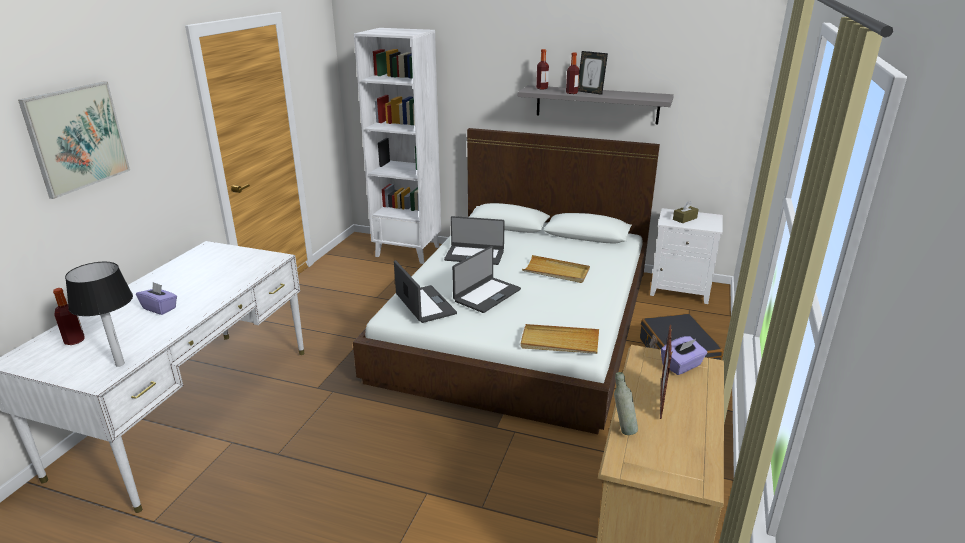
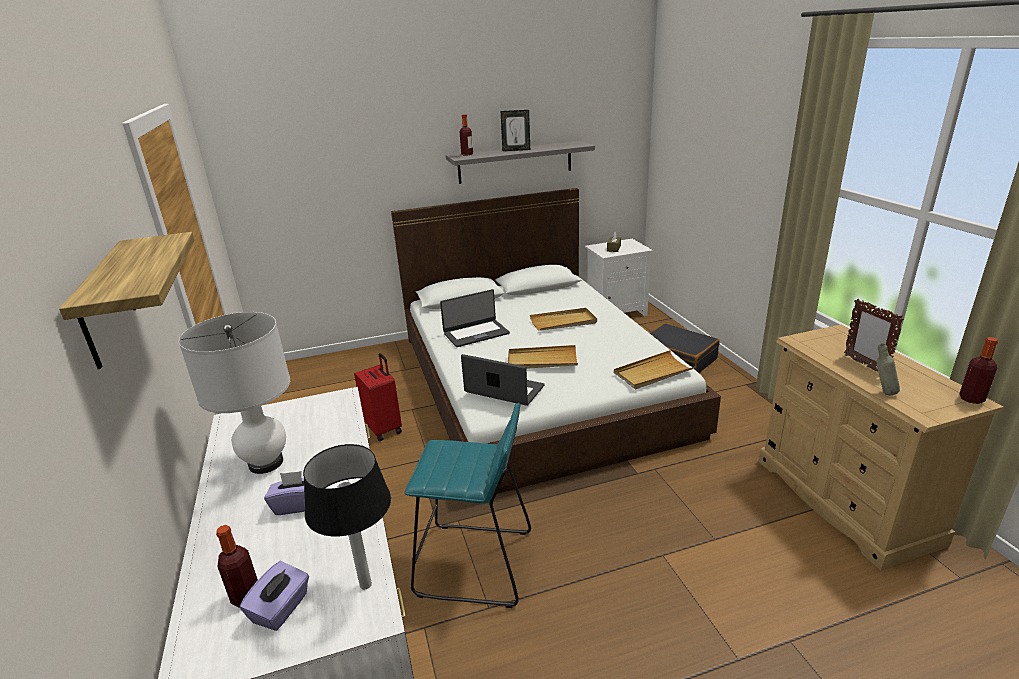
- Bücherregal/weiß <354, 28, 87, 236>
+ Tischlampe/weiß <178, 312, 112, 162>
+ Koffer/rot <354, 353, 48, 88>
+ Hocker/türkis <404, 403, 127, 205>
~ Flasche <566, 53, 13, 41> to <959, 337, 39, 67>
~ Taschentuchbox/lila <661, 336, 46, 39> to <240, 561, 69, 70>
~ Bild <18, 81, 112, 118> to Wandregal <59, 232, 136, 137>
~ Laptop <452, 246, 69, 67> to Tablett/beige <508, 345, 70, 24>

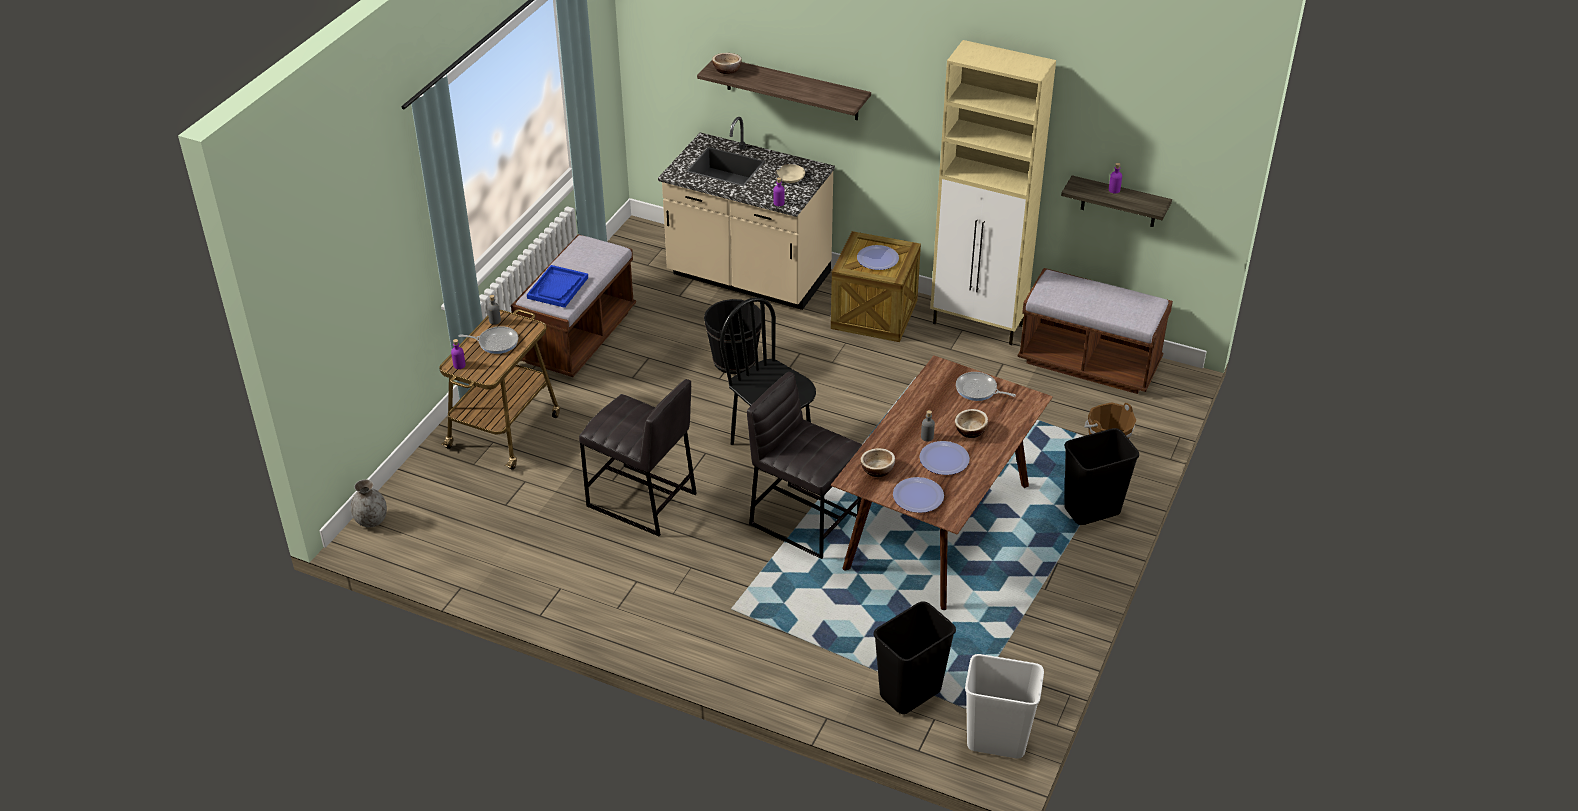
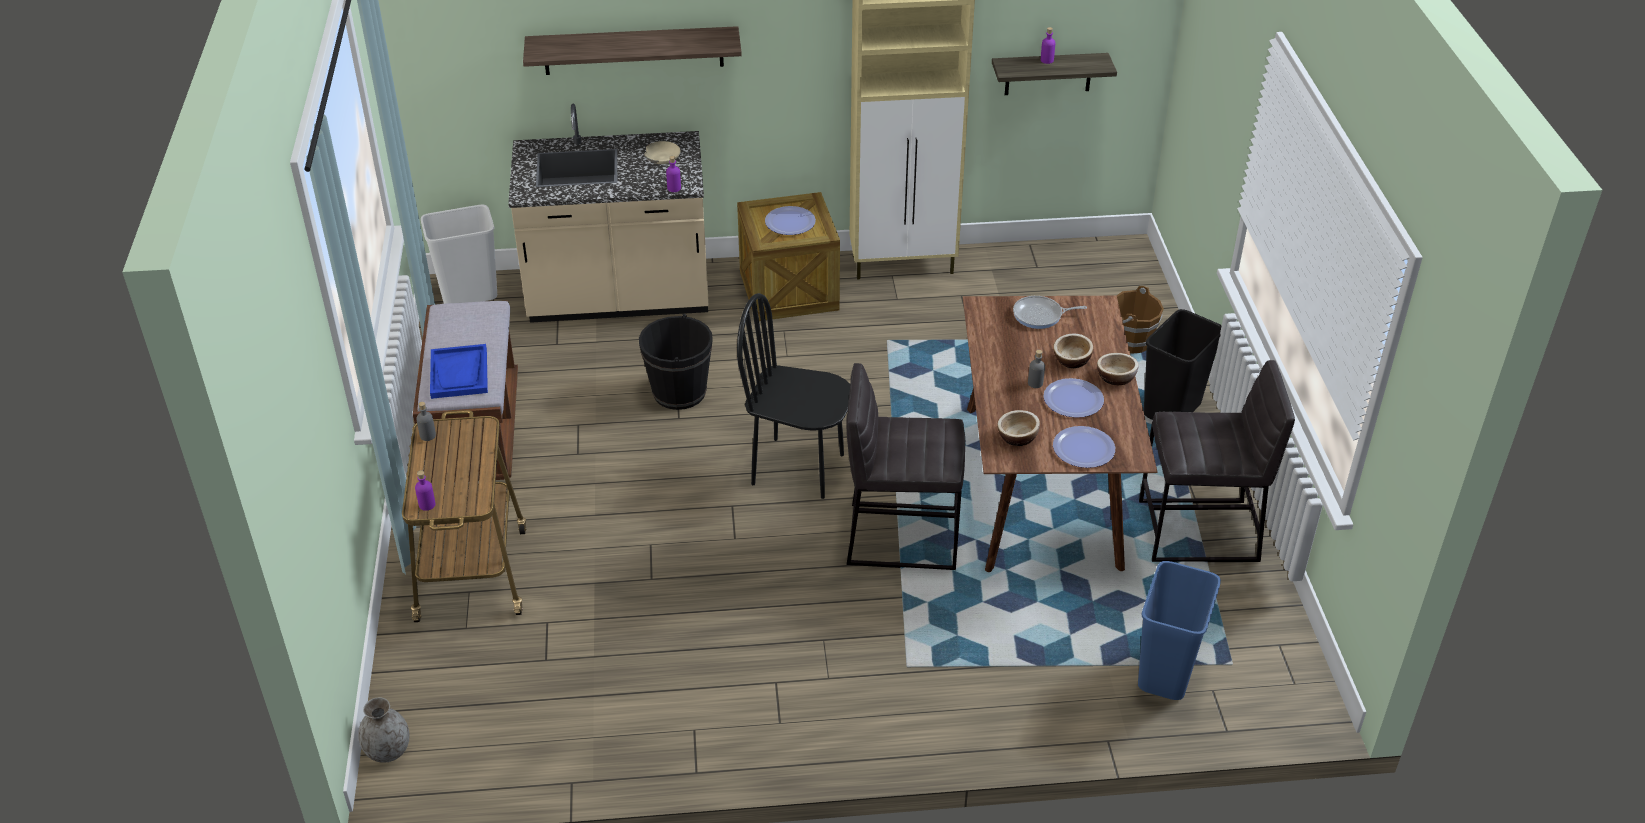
- Pfanne <459, 326, 60, 28>
- Bank/braun <1017, 268, 156, 126>
~ Hocker/grau <579, 379, 118, 157> to <1139, 360, 156, 202>
~ Schüssel <712, 53, 30, 21> to <1097, 353, 42, 32>
~ Mülleimer/weiß <965, 654, 79, 104> to <421, 205, 76, 99>
~ Mülleimer/schwarz <874, 601, 82, 113> to Mülleimer/blau <1138, 561, 83, 139>

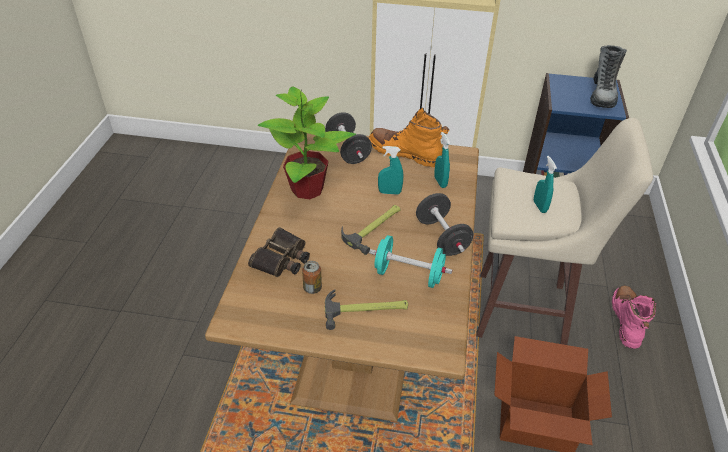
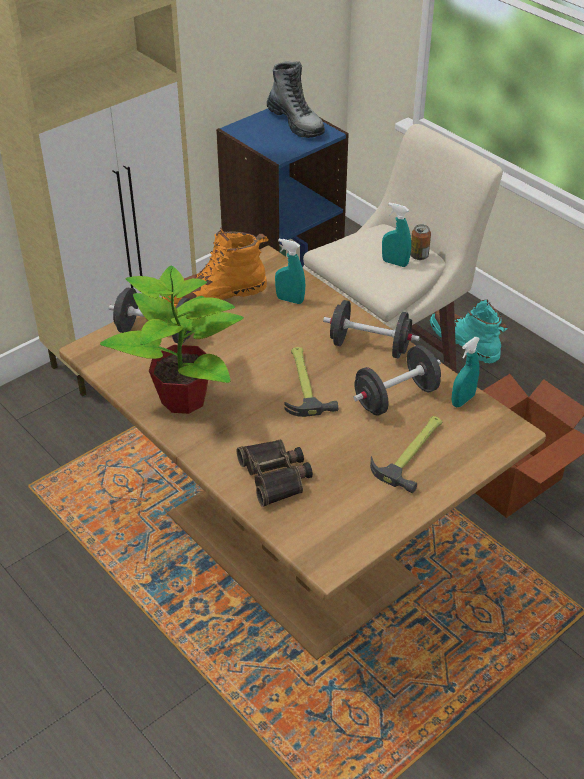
~ Dose <302, 261, 20, 33> to <410, 224, 21, 36>
~ Sprühflasche/türkis <378, 146, 25, 49> to <452, 337, 28, 70>
~ Hantel/türkis <369, 235, 83, 53> to Hantel/schwarz <354, 345, 87, 71>
~ Stiefel/rosa <612, 285, 44, 64> to Stiefel/türkis <430, 299, 78, 64>

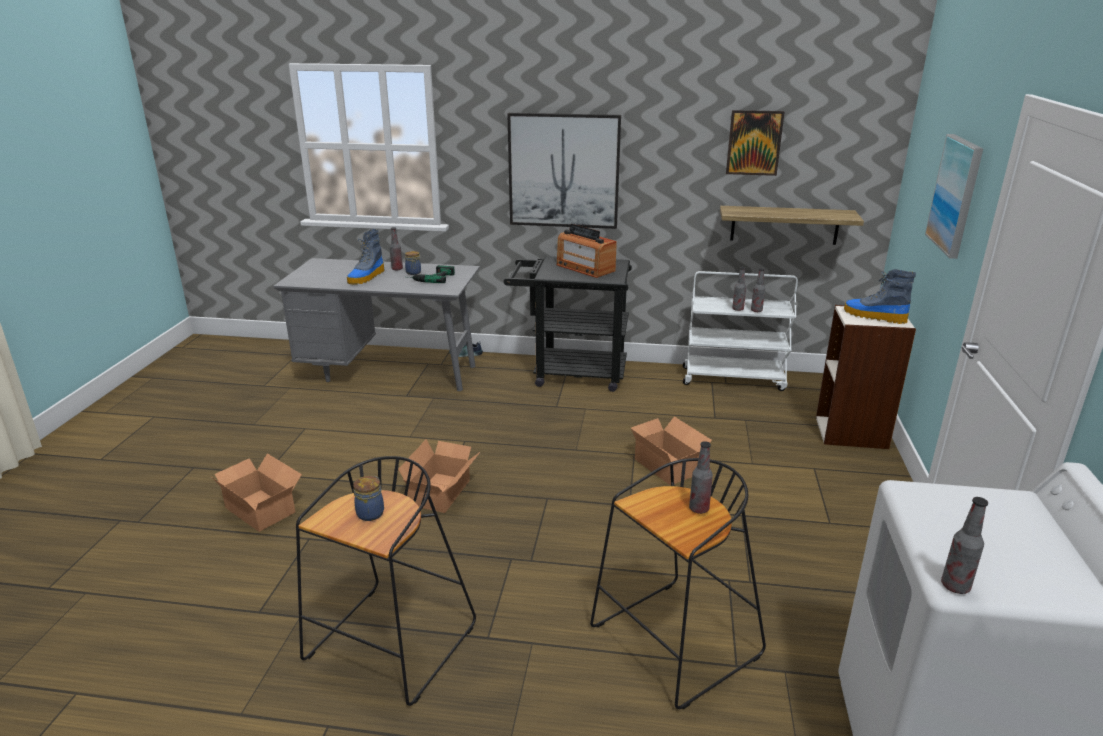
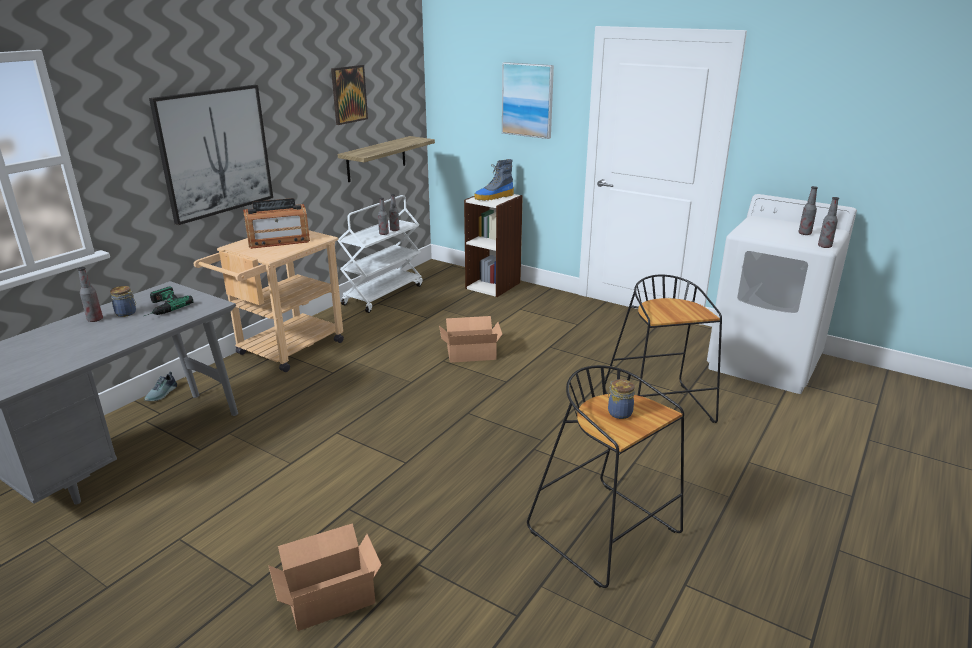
- Stiefel <347, 229, 37, 56>
- Karton <398, 439, 82, 74>
~ Flasche <689, 441, 24, 73> to <799, 186, 19, 49>
~ Rollwagen/schwarz <504, 256, 128, 136> to Rollwagen/beige <194, 230, 150, 142>

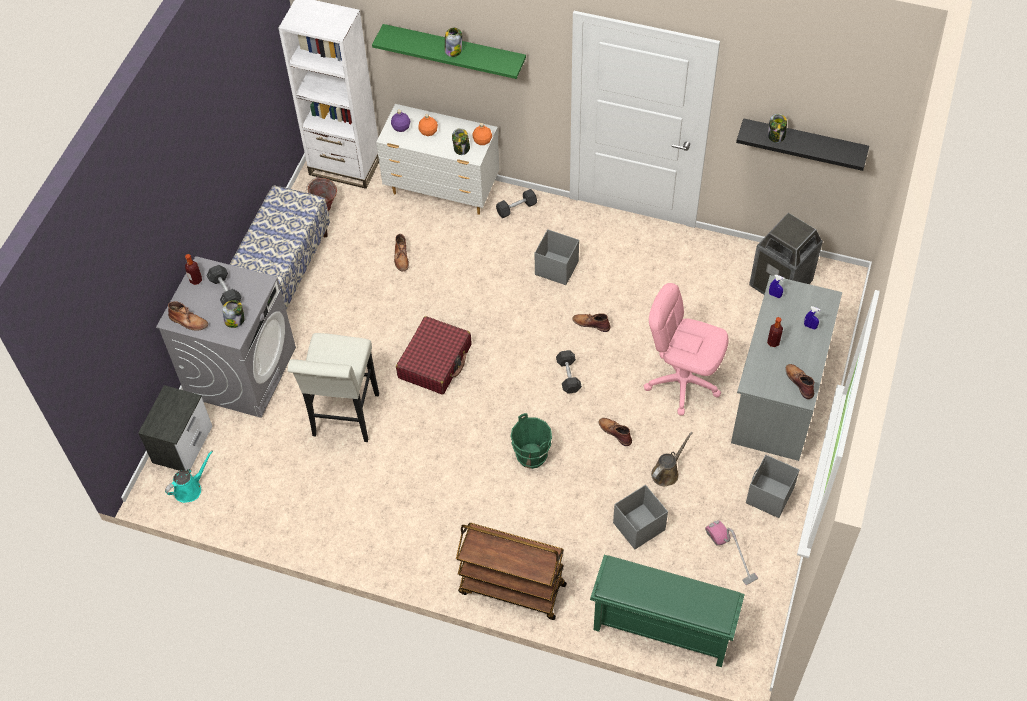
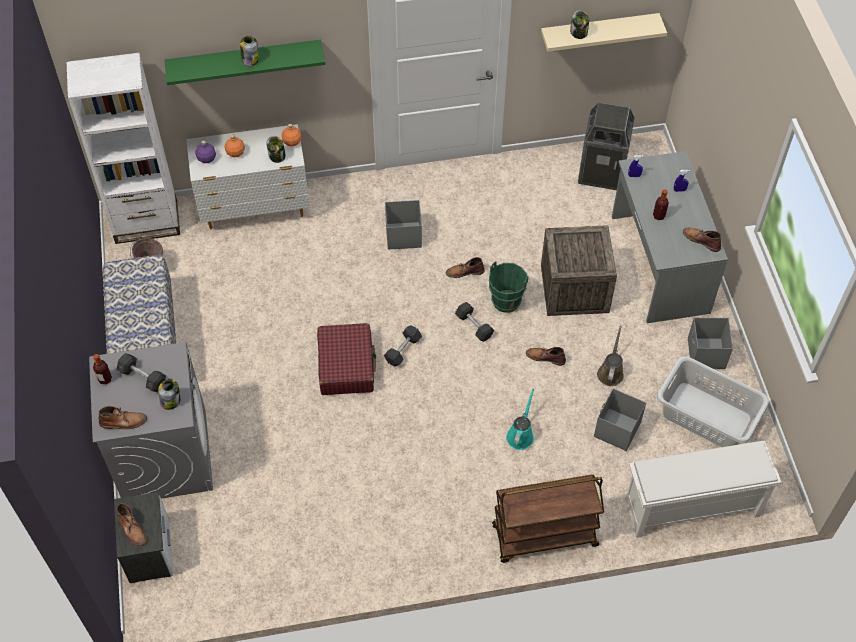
- Hocker/weiß <288, 333, 91, 109>
~ Gießkanne/türkis <165, 450, 48, 53> to <506, 388, 28, 62>
~ Stiefel/braun <394, 234, 15, 37> to <117, 503, 30, 43>
~ Hantel/grau <496, 189, 41, 29> to <384, 325, 38, 42>
~ Eimer/grün <511, 413, 41, 56> to <489, 261, 39, 52>
~ Bürostuhl/rosa <644, 283, 85, 132> to Kiste <541, 225, 76, 91>
~ Staubsauger <705, 520, 53, 65> to Wäschekorb/grau <656, 356, 113, 91>
~ Schuhregal/grün <590, 555, 155, 112> to Schuhregal/weiß <625, 441, 156, 97>
~ Wandregal/schwarz <736, 118, 133, 53> to Wandregal/beige <541, 13, 126, 39>

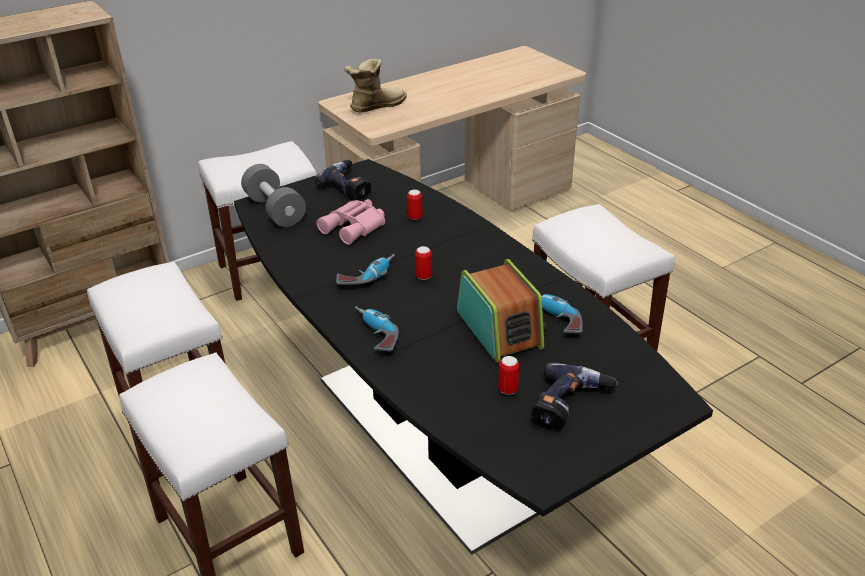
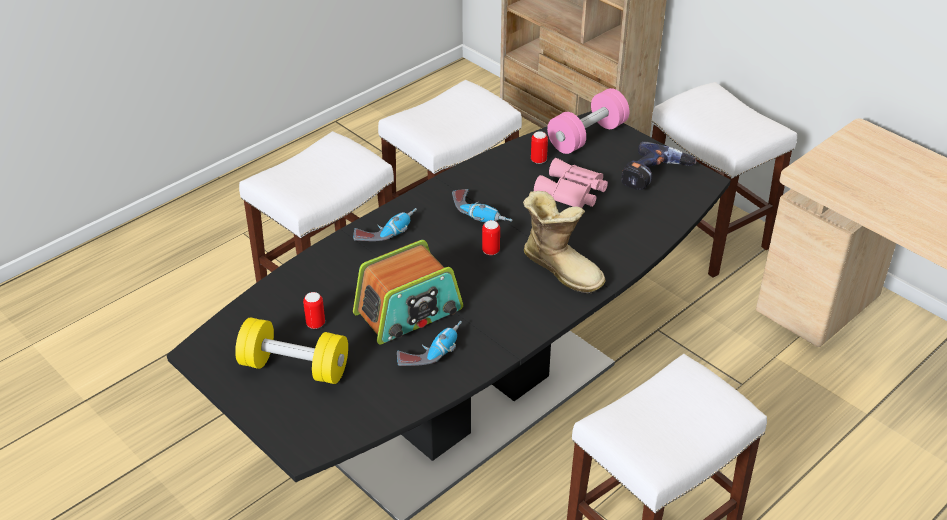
~ Stiefel <344, 59, 63, 53> to <523, 191, 83, 103>
~ Dose <407, 189, 16, 31> to <531, 131, 17, 33>
~ Bohrmaschine <531, 363, 87, 66> to Hantel/gelb <235, 317, 113, 67>
~ Hantel/grau <241, 164, 65, 63> to Hantel/rosa <547, 88, 83, 66>

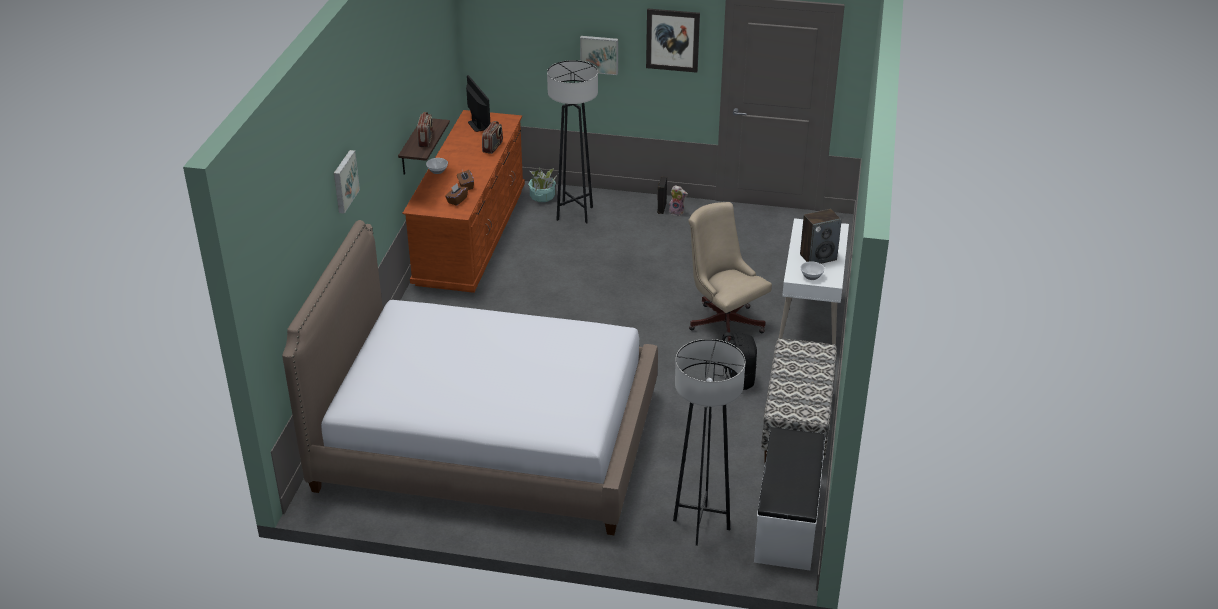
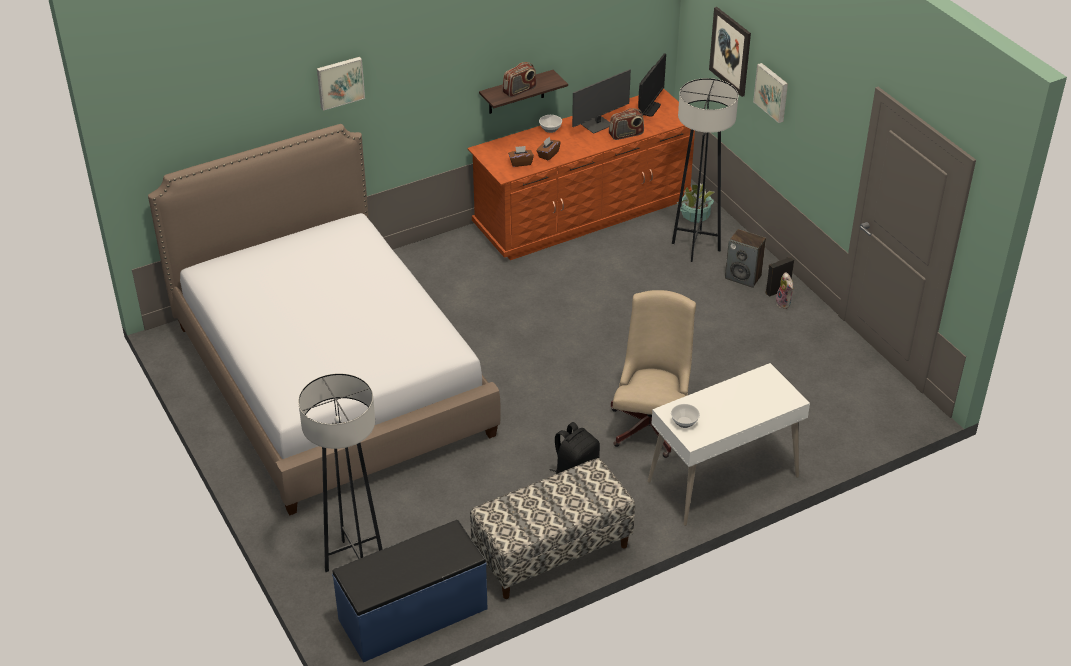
+ Monitor <572, 69, 59, 65>
~ Bild <646, 9, 54, 64> to <709, 7, 42, 90>
~ Lautsprecher <800, 209, 42, 55> to <725, 229, 41, 59>
~ Bank/weiß <754, 427, 71, 143> to Bank/blau <332, 520, 156, 142>

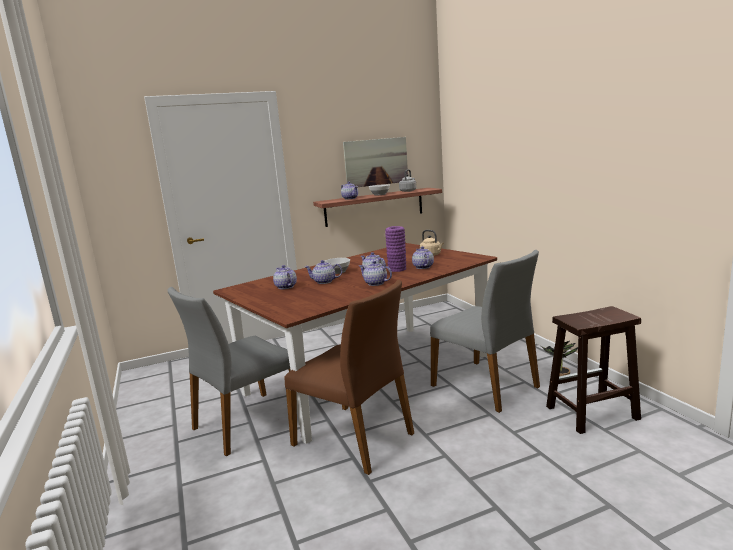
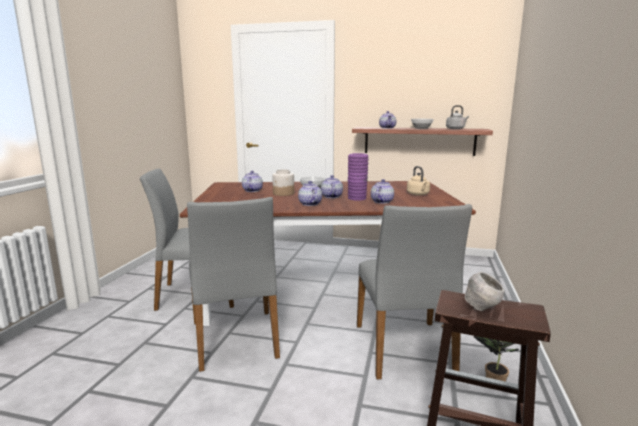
- Bild <343, 137, 65, 50>
+ Schüssel/grau <465, 272, 39, 39>
~ Teekanne <305, 260, 37, 24> to Vorratsglas <272, 169, 22, 27>
~ Stuhl/braun <284, 280, 130, 195> to Stuhl/grau <187, 197, 93, 175>

